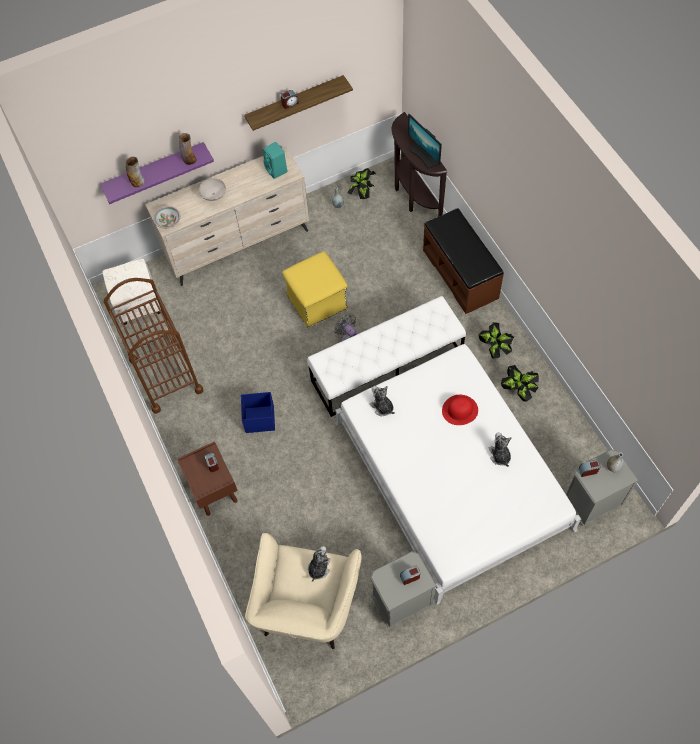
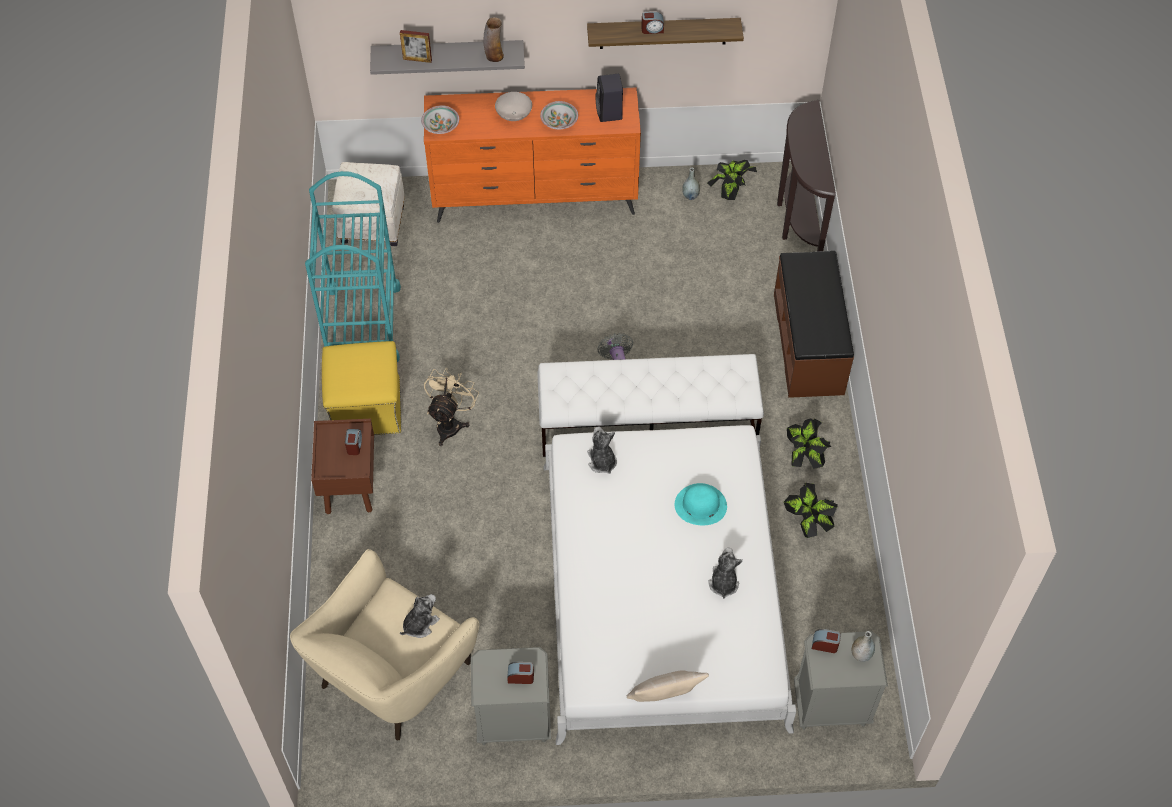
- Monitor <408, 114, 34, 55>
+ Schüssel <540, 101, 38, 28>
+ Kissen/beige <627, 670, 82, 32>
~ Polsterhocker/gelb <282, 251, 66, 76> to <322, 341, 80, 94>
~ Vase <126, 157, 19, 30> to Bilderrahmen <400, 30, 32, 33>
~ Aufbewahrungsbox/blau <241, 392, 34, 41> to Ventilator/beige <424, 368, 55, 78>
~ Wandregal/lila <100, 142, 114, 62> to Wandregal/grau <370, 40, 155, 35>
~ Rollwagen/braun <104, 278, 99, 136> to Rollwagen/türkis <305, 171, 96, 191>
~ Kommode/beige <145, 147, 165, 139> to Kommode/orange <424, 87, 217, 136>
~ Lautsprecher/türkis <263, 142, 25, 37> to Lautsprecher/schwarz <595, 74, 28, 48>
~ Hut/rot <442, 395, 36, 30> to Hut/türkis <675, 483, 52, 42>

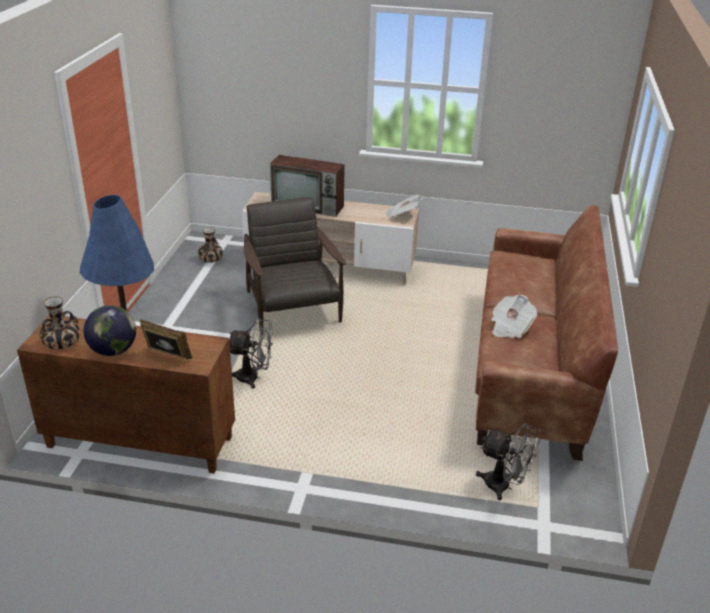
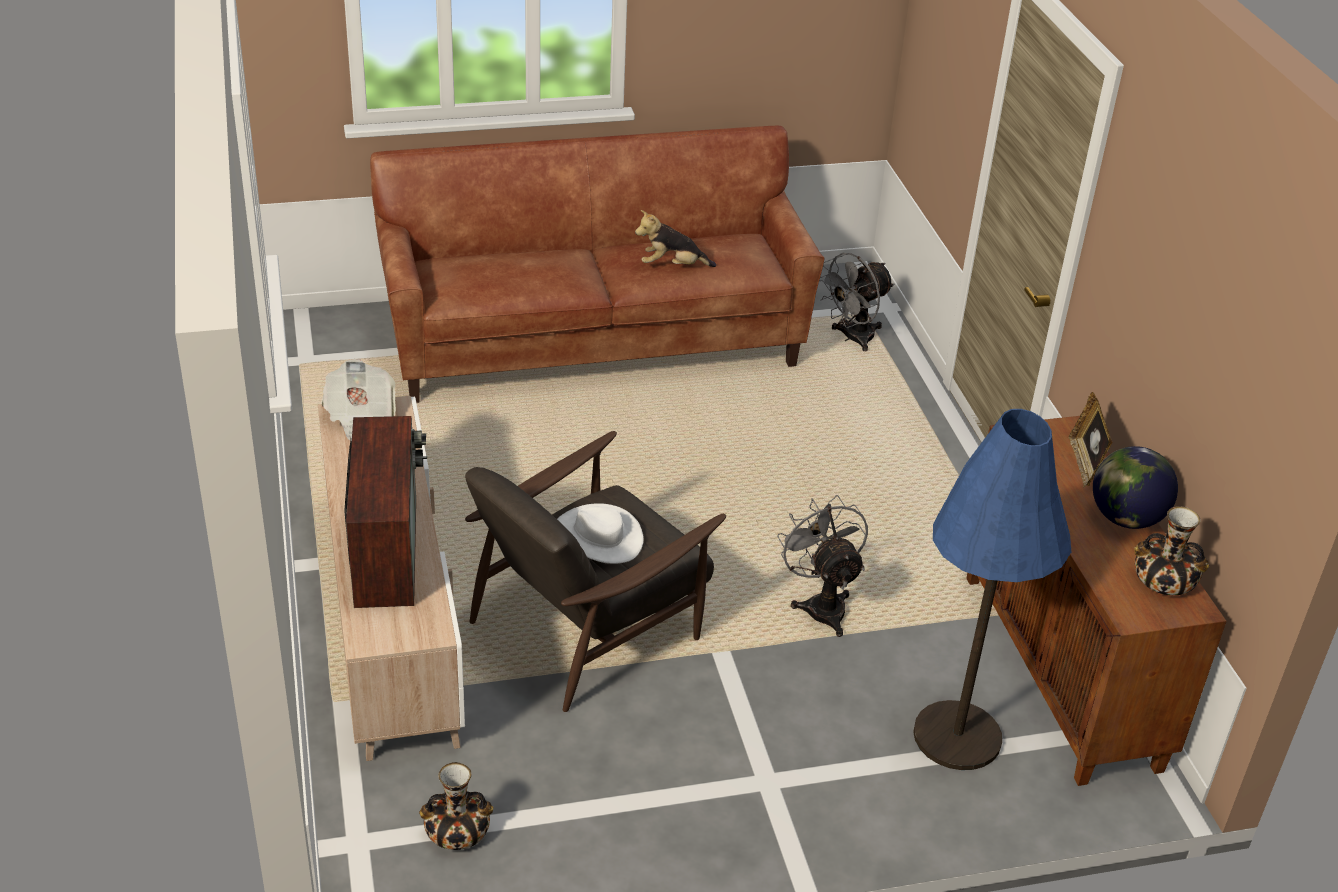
+ Hut/weiß <557, 503, 87, 61>
~ Zeitung <491, 295, 46, 43> to Plüschtier <635, 210, 81, 57>
~ Ventilator/grau <476, 423, 64, 77> = <819, 253, 75, 98> 135 degrees counterclockwise

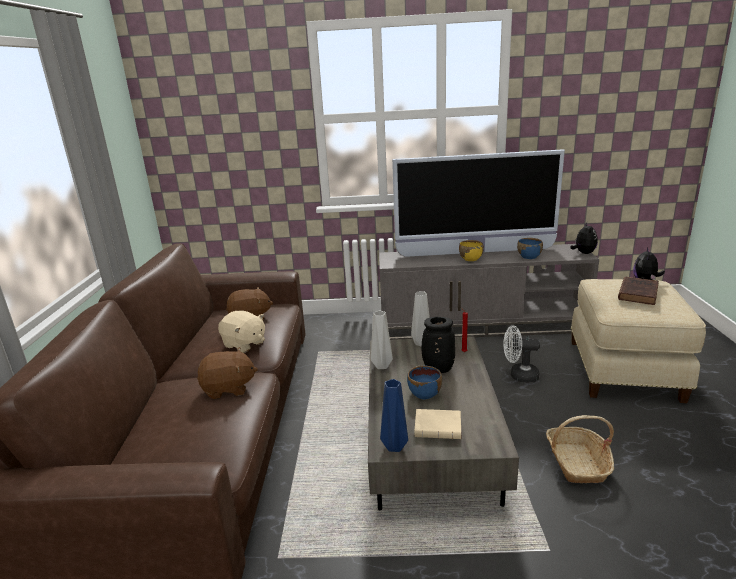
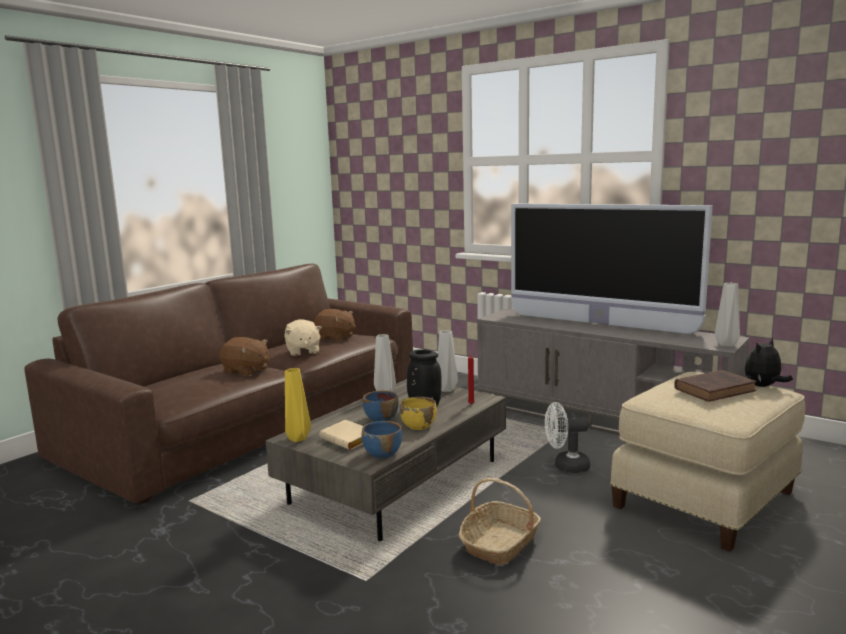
~ Schüssel/gelb <459, 240, 25, 21> to <400, 397, 37, 33>
~ Schüssel/blau <517, 238, 26, 21> to <362, 421, 40, 37>
~ Plüschtier <571, 222, 27, 32> to Vase/grau <715, 283, 25, 64>
~ Vase/blau <380, 379, 28, 73> to Vase/gelb <285, 368, 26, 74>
~ Ventilator/weiß <503, 326, 37, 57> = <545, 402, 45, 71> 45 degrees counterclockwise

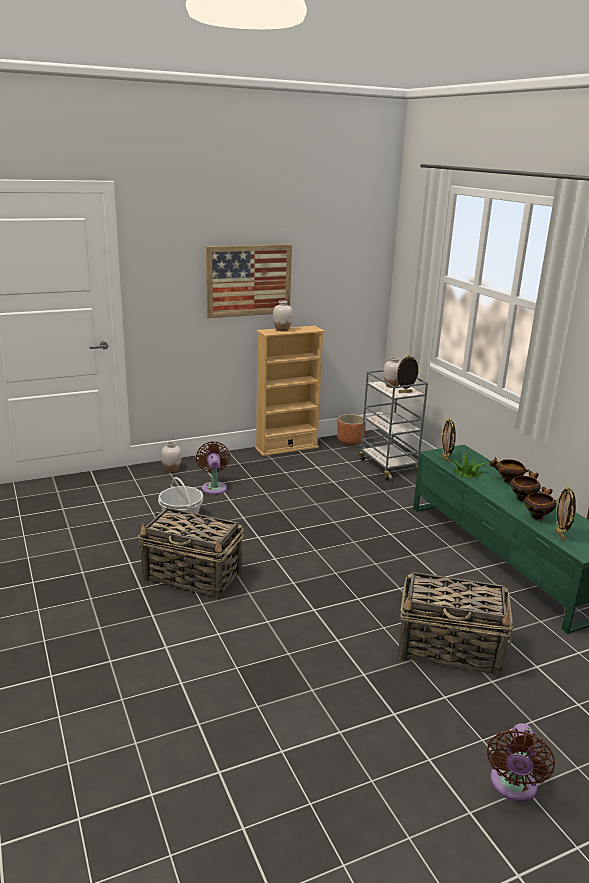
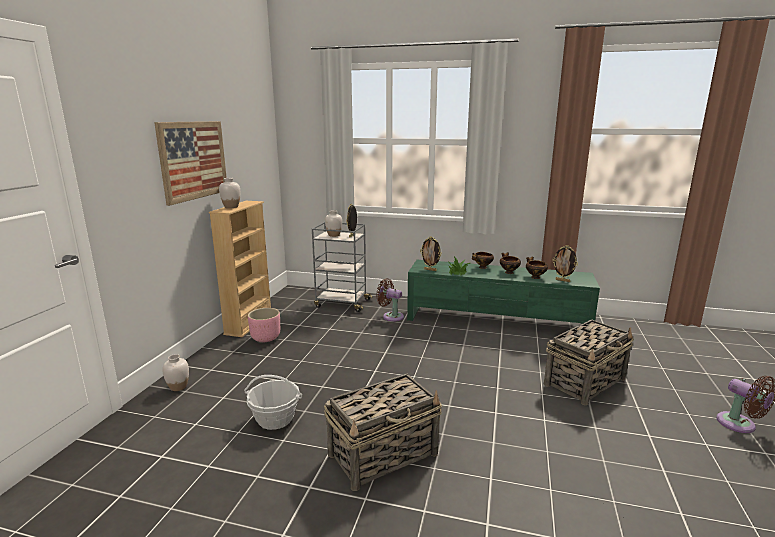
- Pflanzkübel/braun <337, 414, 29, 31>
+ Pflanzkübel/rosa <248, 308, 32, 34>
~ Ventilator/braun <196, 441, 34, 54> to <376, 279, 28, 43>

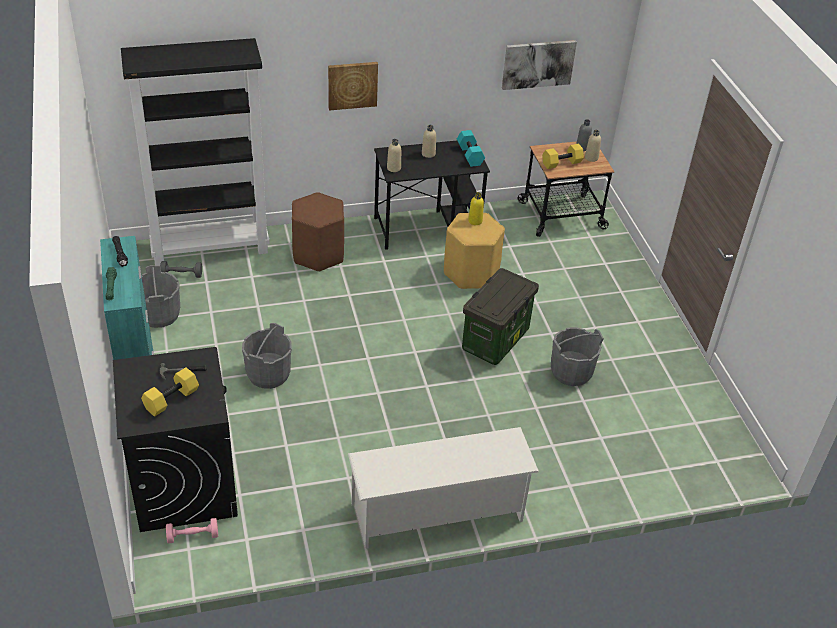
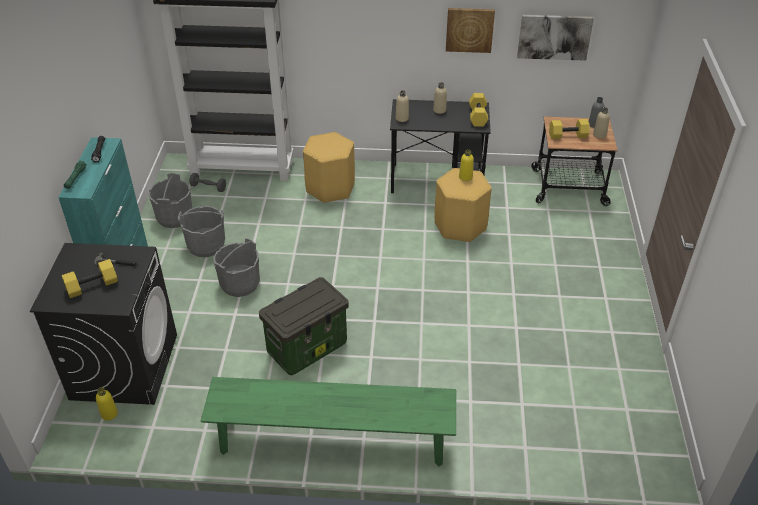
~ Bild <328, 62, 50, 49> to <446, 8, 49, 45>
~ Aufbewahrungsbox <462, 268, 77, 97> to <259, 277, 90, 98>
~ Eimer/grau <551, 327, 53, 59> to <178, 206, 47, 51>
~ Hantel/rosa <166, 518, 52, 26> to Flasche/gelb <96, 387, 22, 34>
~ Schuhregal/weiß <348, 427, 191, 122> to Bank/grün <201, 377, 255, 90>
~ Hocker/braun <292, 192, 52, 80> to Hocker/gelb <303, 132, 52, 71>
~ Hantel/türkis <457, 130, 28, 37> to Hantel/gelb <469, 93, 19, 34>

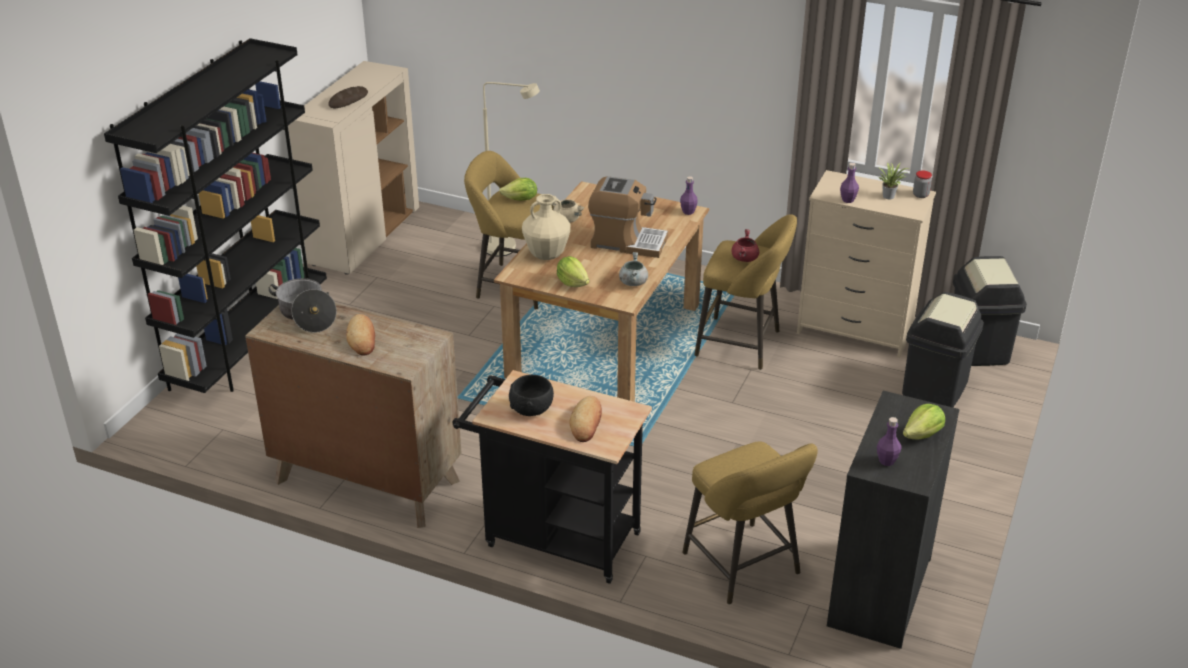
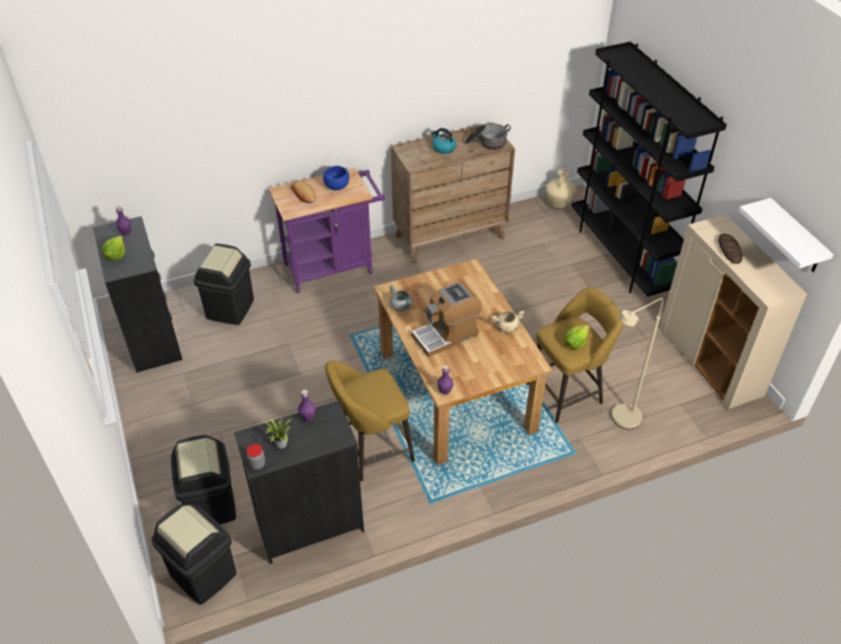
- Salatkopf <557, 256, 32, 31>
- Kochtopf/rot <731, 229, 28, 33>
+ Wandregal/weiß <739, 198, 95, 74>
~ Vase/beige <522, 194, 49, 66> to <546, 169, 30, 40>
~ Brot <346, 314, 29, 42> to Wasserkessel <431, 128, 25, 26>
~ Hocker/gelb <683, 441, 135, 164> to Mülleimer/schwarz <194, 244, 60, 81>
~ Rollwagen/schwarz <453, 370, 199, 214> to Rollwagen/lila <268, 168, 117, 125>
~ Schüssel/schwarz <509, 375, 45, 41> to Schüssel/blau <323, 166, 26, 24>
~ Kommode/beige <797, 170, 139, 188> to Kommode/schwarz <234, 401, 130, 163>

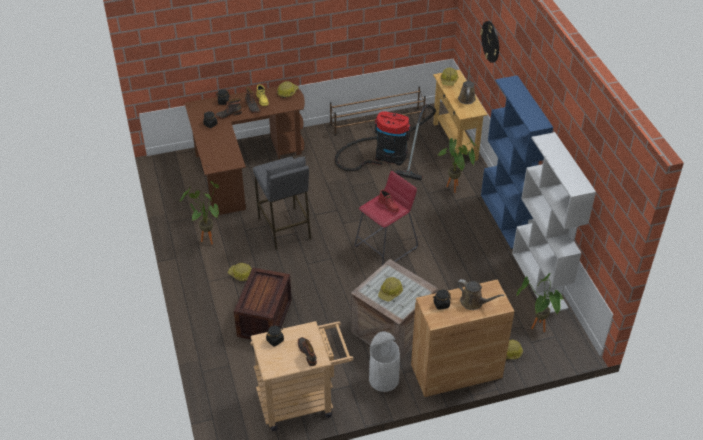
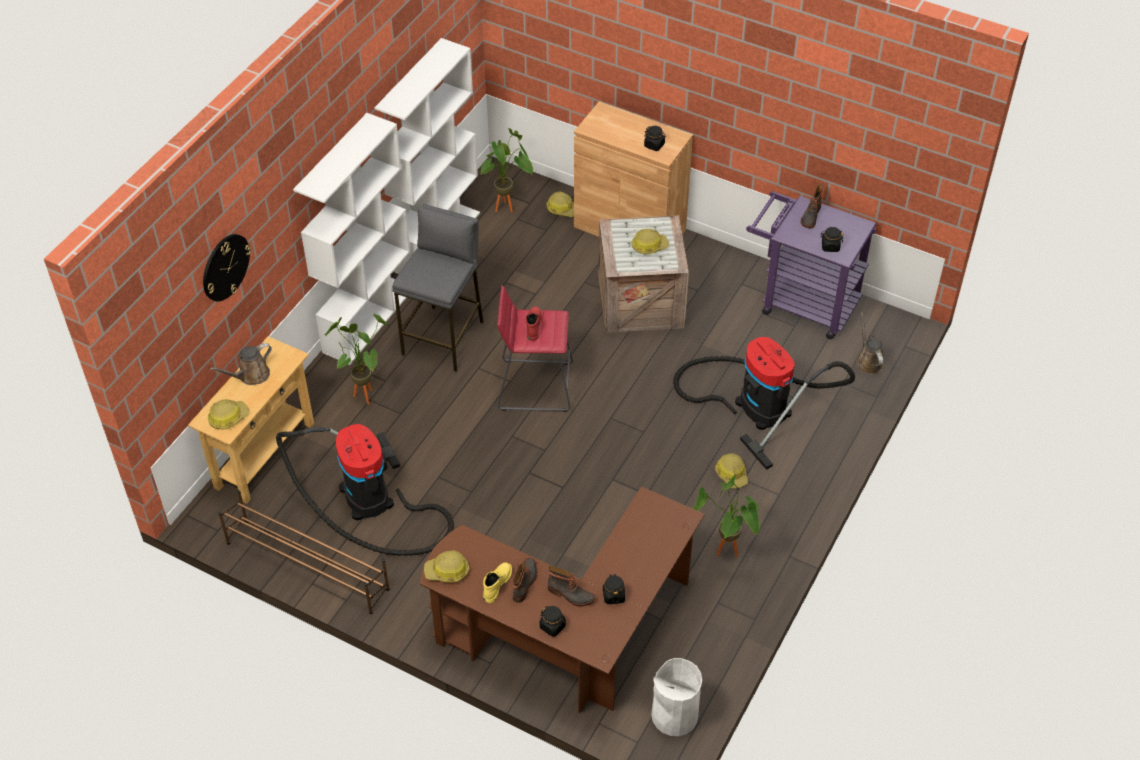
~ Hocker/grau <253, 157, 58, 93> to <392, 204, 92, 168>
~ Mülleimer/weiß <369, 331, 31, 61> to <651, 658, 51, 78>
~ Gießkanne/braun <457, 279, 47, 31> to <856, 312, 28, 63>
~ Kiste <234, 267, 58, 72> to Staubsauger <673, 337, 182, 133>
~ Rollwagen/beige <250, 321, 103, 110> to Rollwagen/lila <746, 191, 131, 148>
~ Bücherregal/blau <481, 75, 72, 174> to Bücherregal/weiß <293, 113, 117, 252>

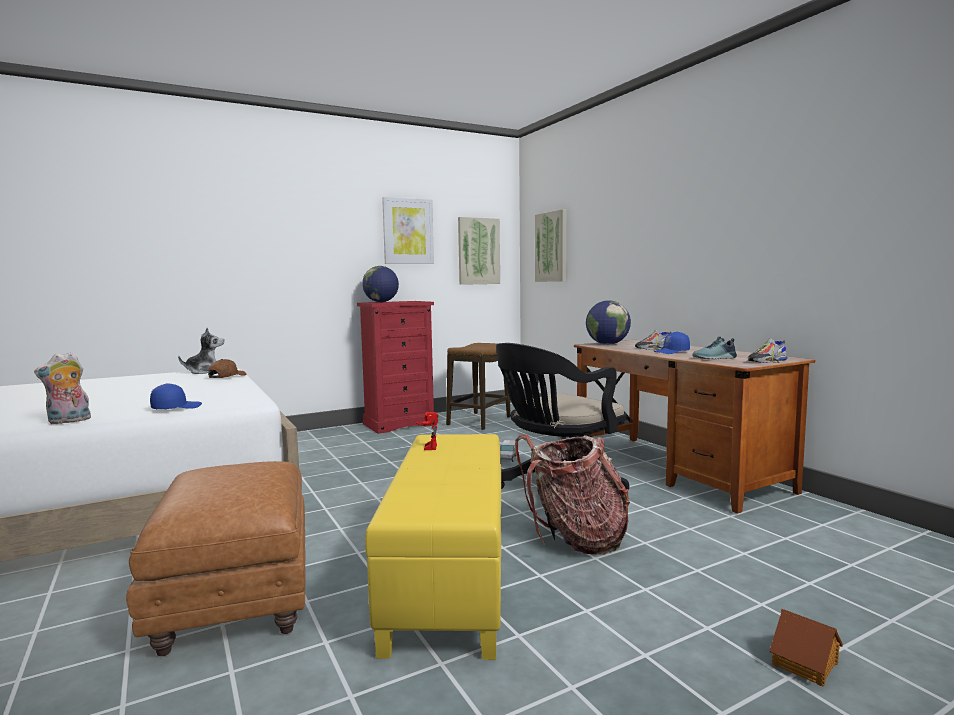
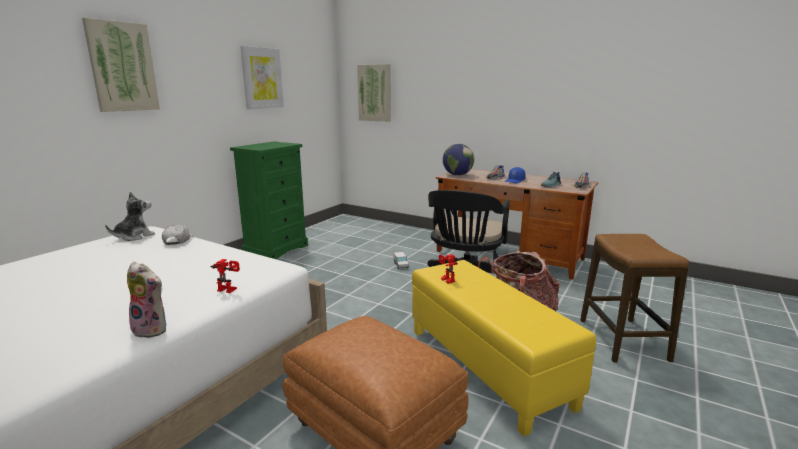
- Globus <362, 266, 37, 36>
- Spielzeughaus <770, 609, 73, 78>
~ Hocker <446, 343, 65, 87> to <580, 234, 109, 129>
~ Bild <458, 217, 42, 68> to <82, 18, 78, 94>
~ Kappe/blau <150, 383, 52, 26> to Spielzeugroboter <211, 259, 29, 34>
~ Kappe/braun <208, 359, 38, 19> to Kappe/weiß <162, 224, 31, 21>
~ Kommode/rot <357, 301, 77, 133> to Kommode/grün <230, 141, 78, 118>
~ Plüschtier <34, 352, 57, 72> = <127, 262, 39, 76> 90 degrees counterclockwise

